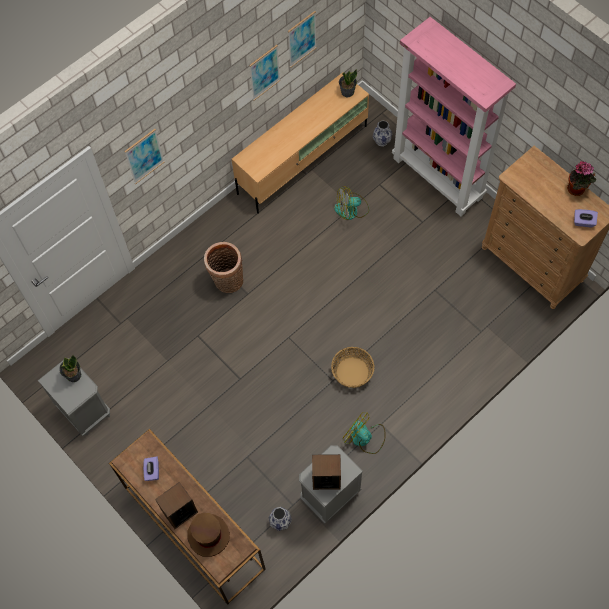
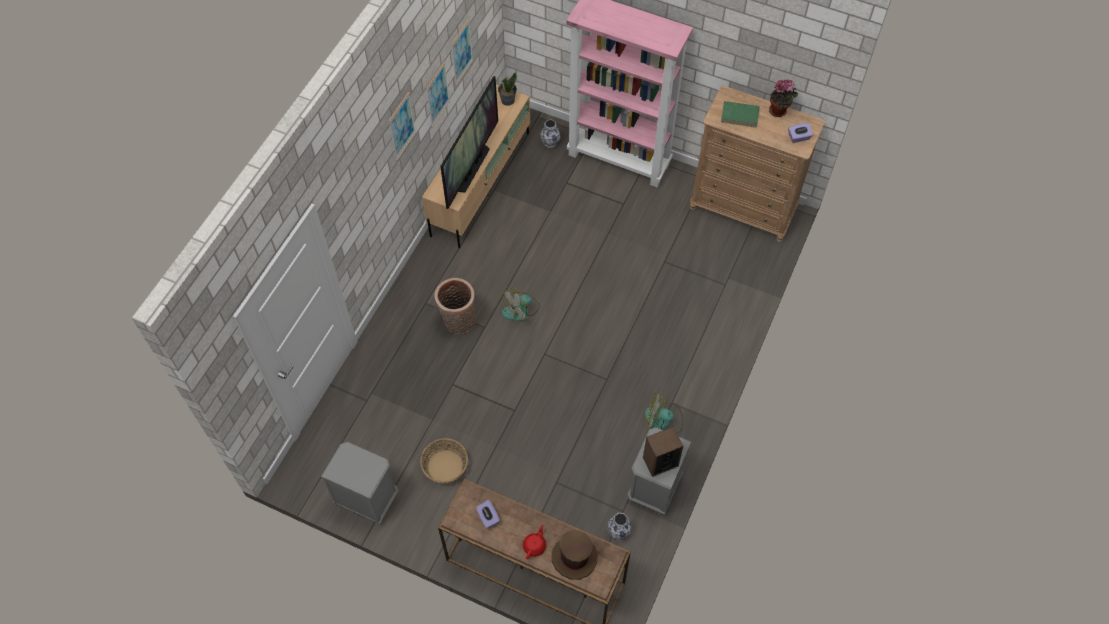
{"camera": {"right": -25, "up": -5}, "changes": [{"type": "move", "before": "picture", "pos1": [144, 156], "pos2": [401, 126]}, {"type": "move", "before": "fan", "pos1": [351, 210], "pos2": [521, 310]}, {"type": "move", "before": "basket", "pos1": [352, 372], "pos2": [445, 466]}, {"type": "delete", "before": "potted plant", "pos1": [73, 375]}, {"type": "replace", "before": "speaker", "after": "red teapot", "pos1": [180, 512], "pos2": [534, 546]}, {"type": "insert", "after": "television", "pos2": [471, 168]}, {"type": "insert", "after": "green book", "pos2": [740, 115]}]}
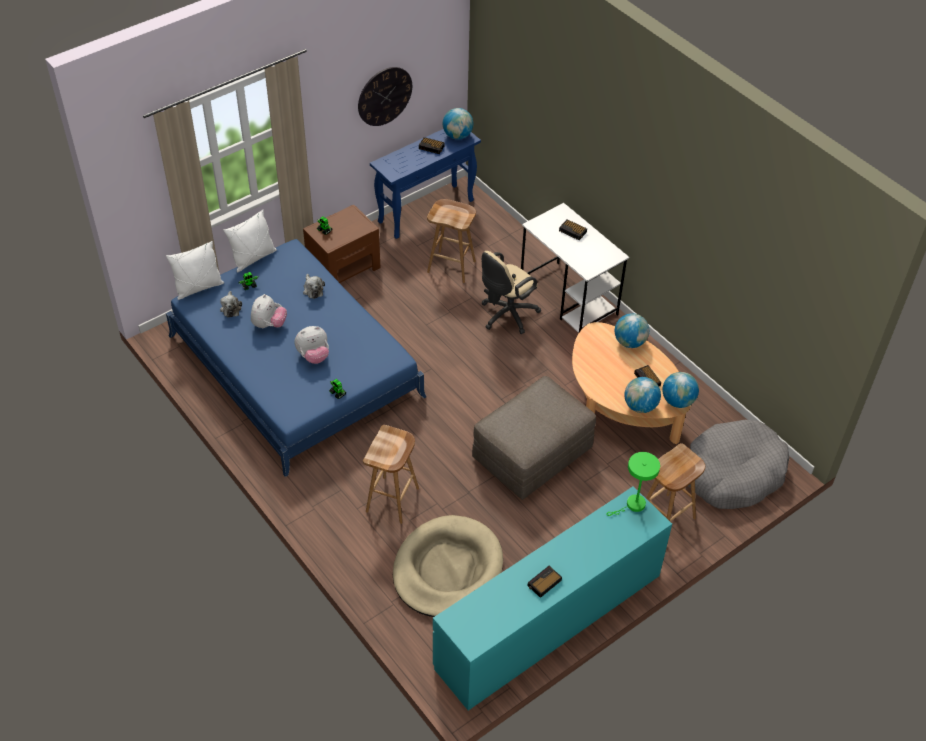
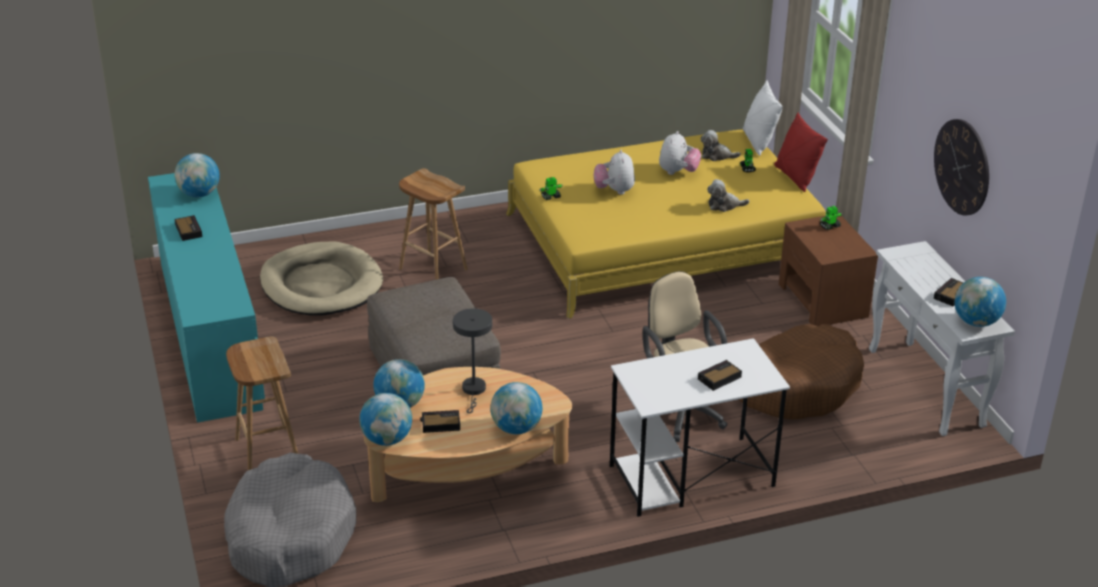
{"camera": {"right": 110, "up": -15}, "changes": [{"type": "recolor", "before": "blue console table", "after": "white console table", "pos1": [426, 211], "pos2": [926, 388]}, {"type": "replace", "before": "brown stool", "after": "brown dog bed", "pos1": [452, 266], "pos2": [797, 386]}, {"type": "recolor", "before": "white pillow", "after": "red pillow", "pos1": [253, 258], "pos2": [795, 177]}, {"type": "recolor", "before": "blue bed", "after": "yellow bed", "pos1": [295, 366], "pos2": [662, 242]}, {"type": "rotate", "before": "plush toy", "pos1": [269, 324], "pos2": [678, 172], "turn": -105}, {"type": "delete", "before": "green table lamp", "pos1": [633, 505]}, {"type": "insert", "after": "globe", "pos2": [199, 194]}, {"type": "insert", "after": "grey table lamp", "pos2": [474, 391]}]}
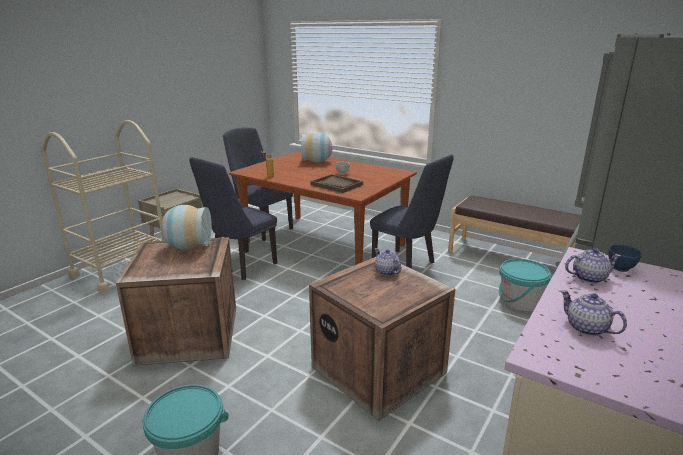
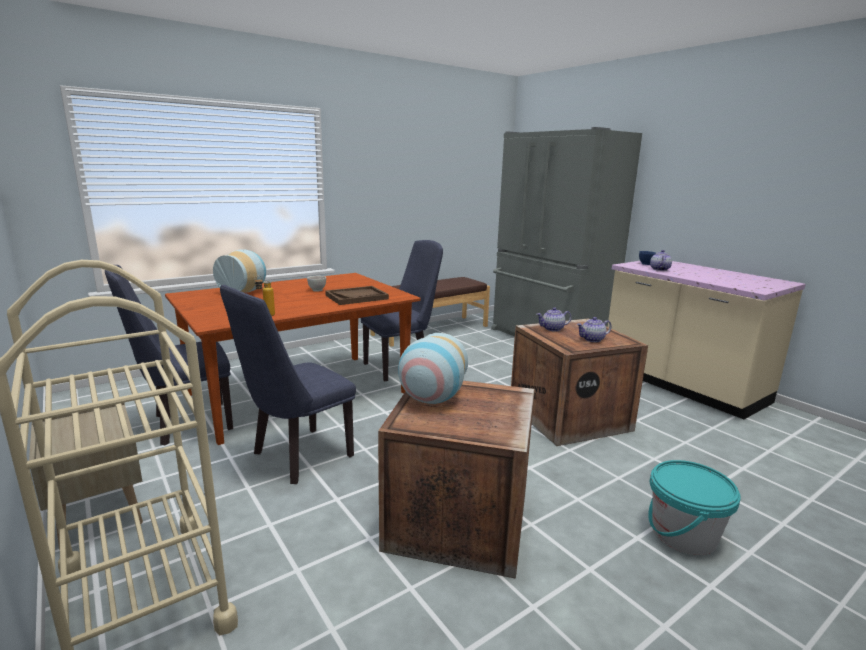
{"camera": {"right": -70, "up": -5}, "changes": [{"type": "rotate", "before": "blue chair", "pos1": [240, 266], "pos2": [296, 458], "turn": 75}, {"type": "delete", "before": "turquoise bucket", "pos1": [519, 301]}, {"type": "move", "before": "teapot", "pos1": [586, 328], "pos2": [592, 339]}]}
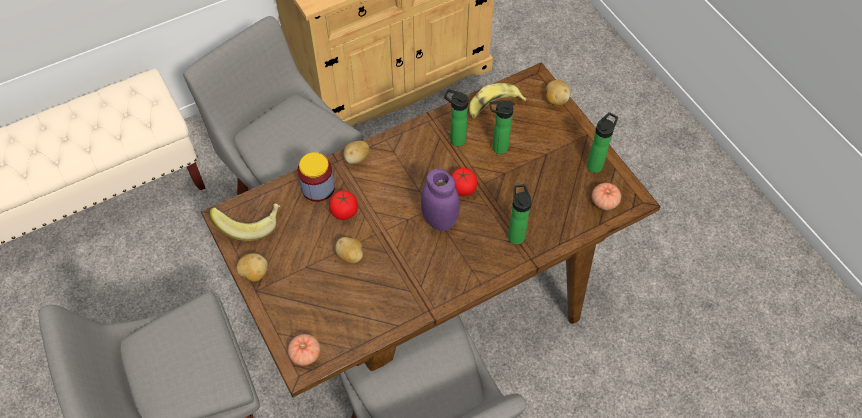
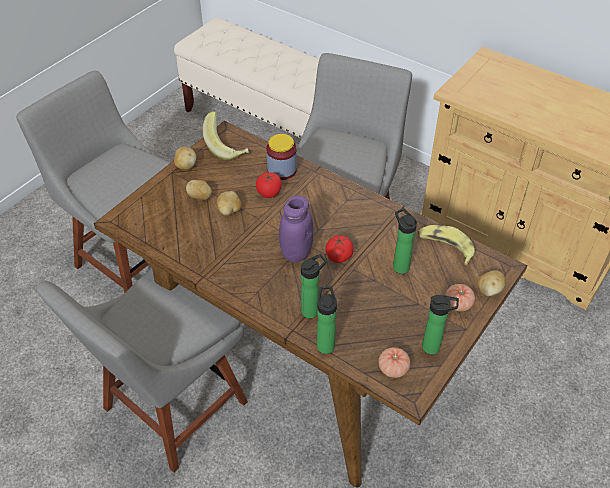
{"camera": {"right": 65, "up": -10}, "changes": [{"type": "move", "before": "bottle", "pos1": [455, 139], "pos2": [325, 344]}, {"type": "move", "before": "potato", "pos1": [356, 158], "pos2": [200, 197]}, {"type": "move", "before": "tomato", "pos1": [305, 354], "pos2": [458, 304]}]}
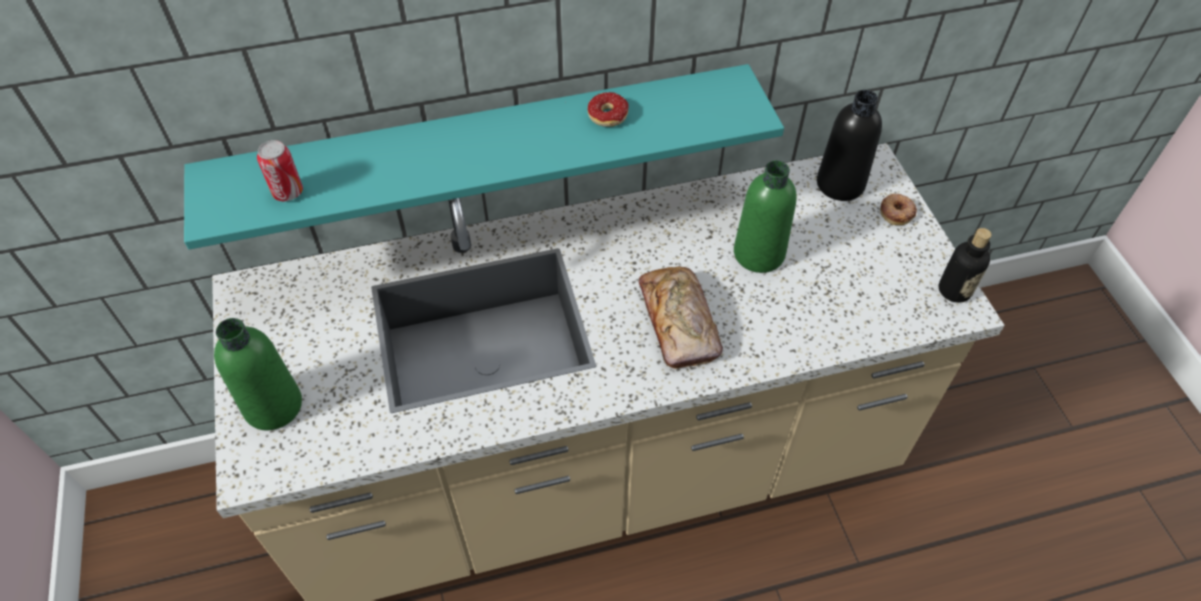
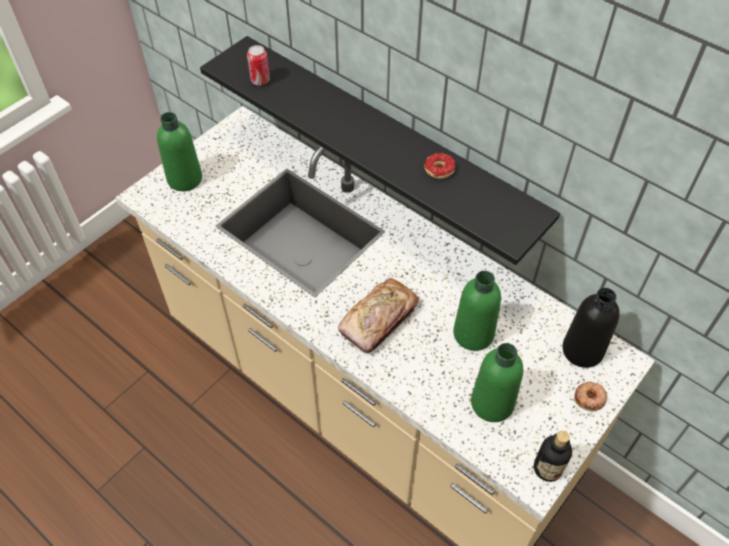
{"camera": {"right": 55, "up": 0}, "changes": [{"type": "recolor", "before": "turquoise shelf", "after": "black shelf", "pos1": [485, 151], "pos2": [387, 143]}, {"type": "insert", "after": "green bottle", "pos2": [492, 403]}]}
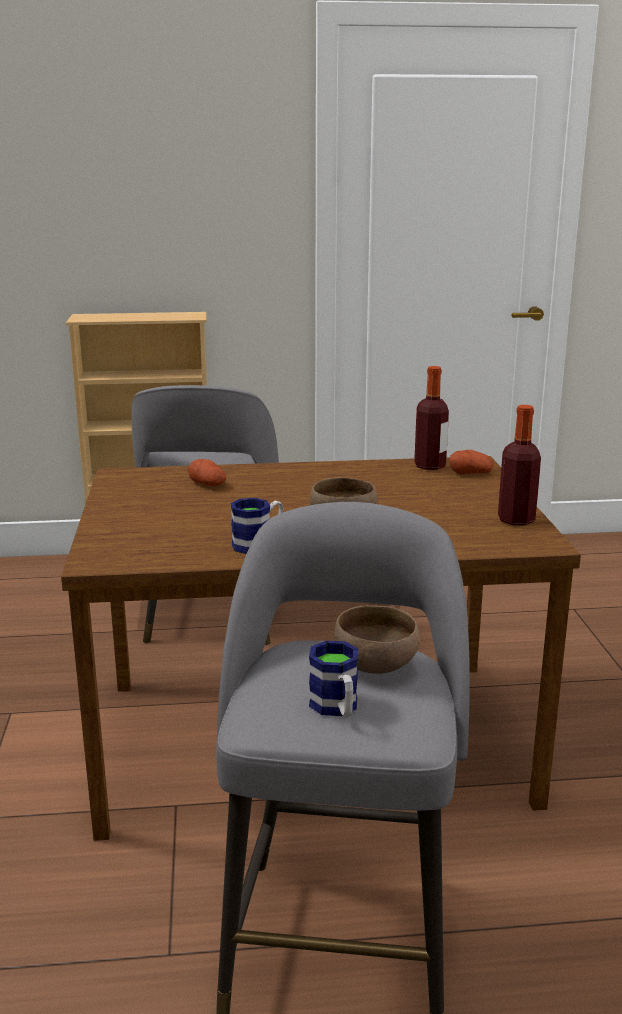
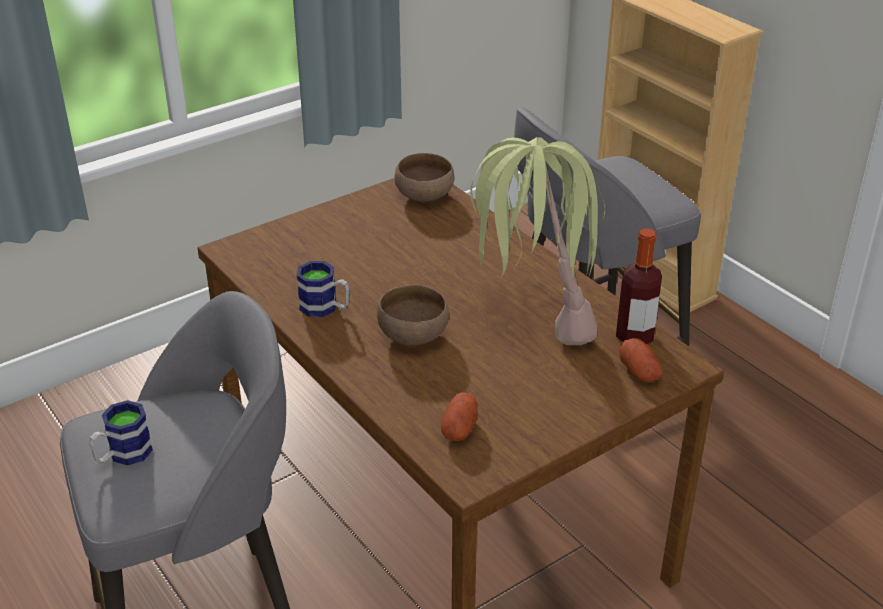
{"camera": {"right": 60, "up": 15}, "changes": [{"type": "delete", "before": "bottle", "pos1": [516, 520]}, {"type": "move", "before": "potato", "pos1": [207, 484], "pos2": [459, 428]}, {"type": "move", "before": "brown bowl", "pos1": [377, 665], "pos2": [425, 196]}, {"type": "insert", "after": "potted plant", "pos2": [531, 325]}]}
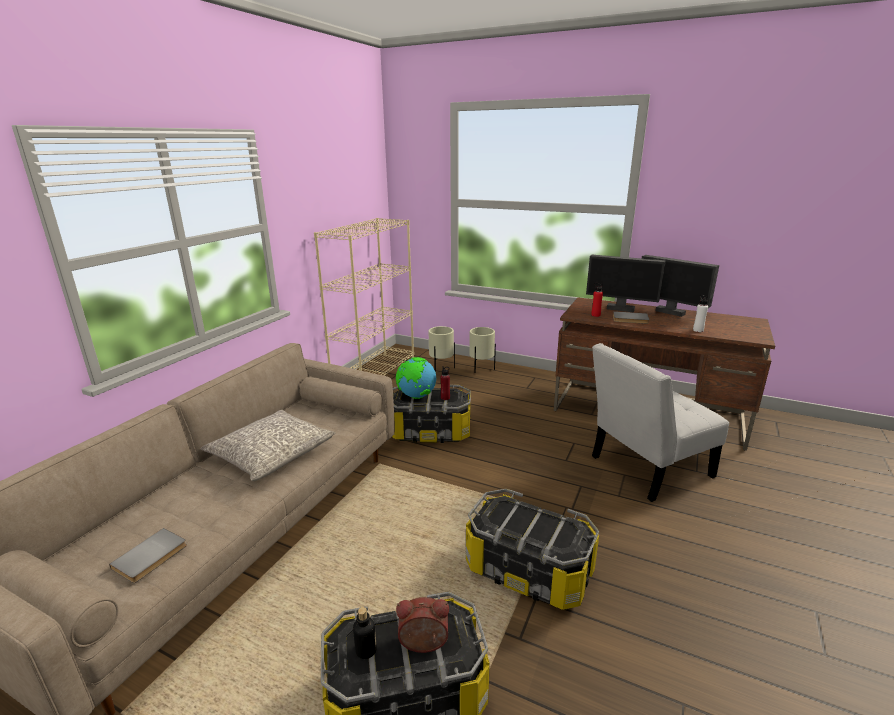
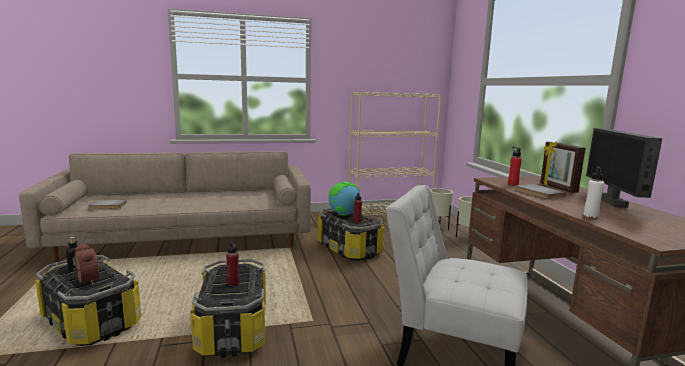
{"camera": {"right": 50, "up": -10}, "changes": [{"type": "replace", "before": "monitor", "after": "picture frame", "pos1": [620, 309], "pos2": [557, 188]}, {"type": "delete", "before": "grey pillow", "pos1": [272, 454]}, {"type": "insert", "after": "red bottle", "pos2": [233, 283]}]}
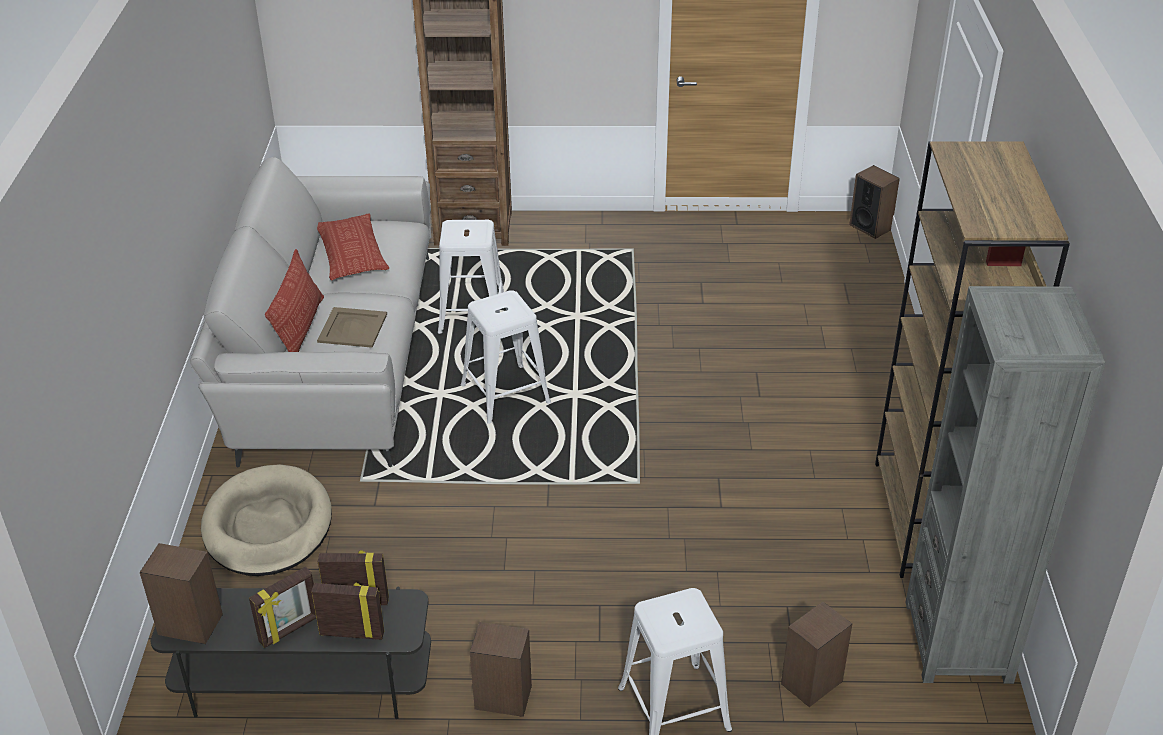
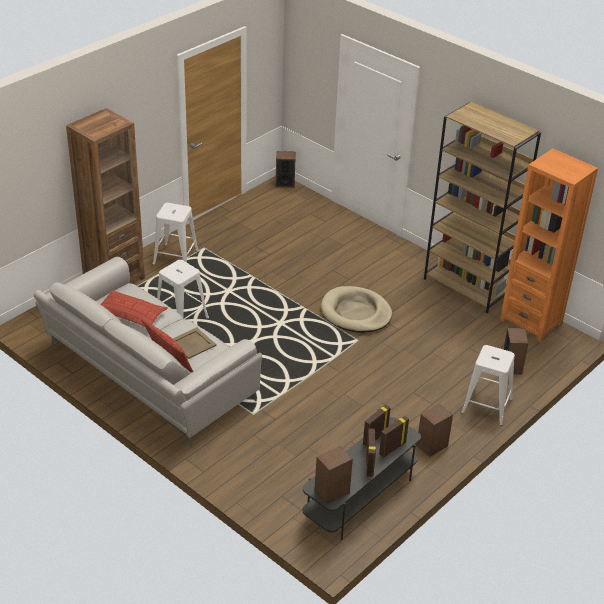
{"camera": {"right": -50, "up": 0}, "changes": [{"type": "recolor", "before": "grey bookcase", "after": "orange bookcase", "pos1": [958, 641], "pos2": [531, 321]}, {"type": "move", "before": "white stool", "pos1": [505, 394], "pos2": [176, 257]}, {"type": "move", "before": "beige dog bed", "pos1": [268, 526], "pos2": [356, 313]}]}
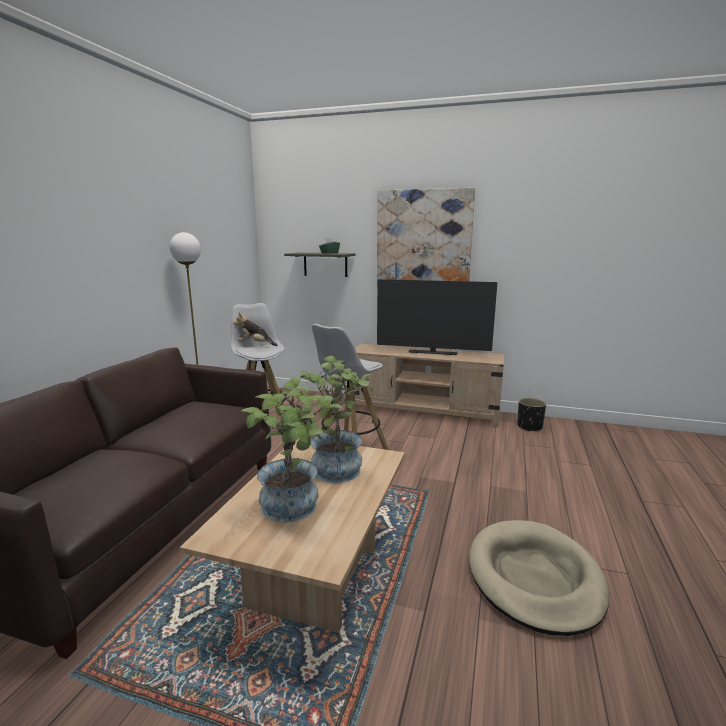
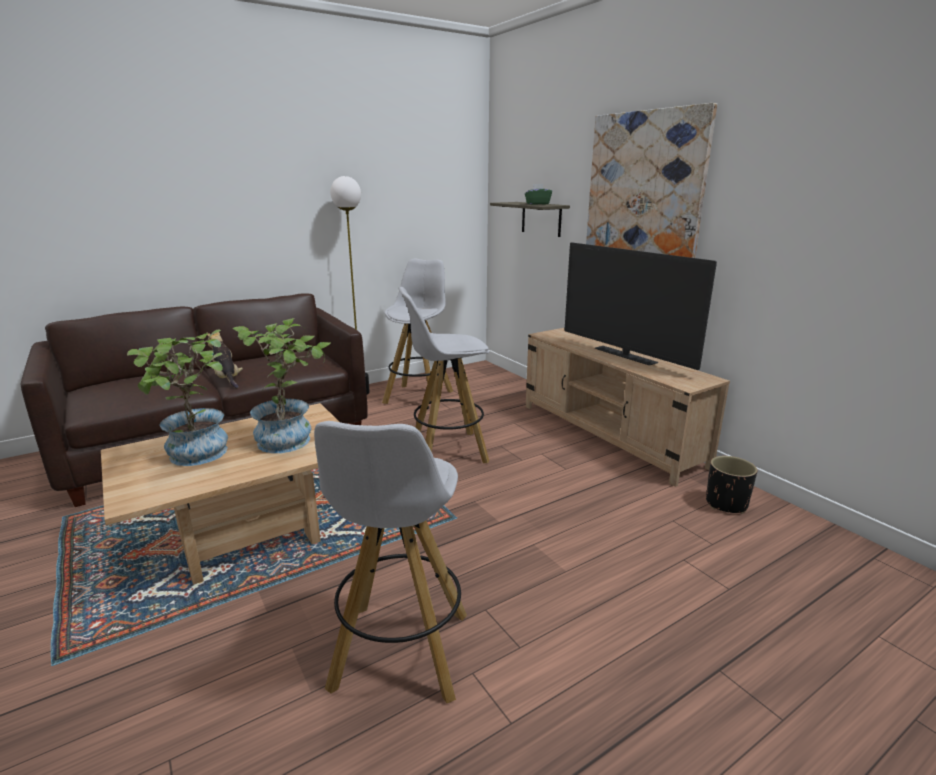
{"camera": {"right": 40, "up": 5}, "changes": [{"type": "move", "before": "plush toy", "pos1": [255, 345], "pos2": [227, 379]}, {"type": "replace", "before": "beige dog bed", "after": "white stool", "pos1": [534, 578], "pos2": [400, 653]}]}
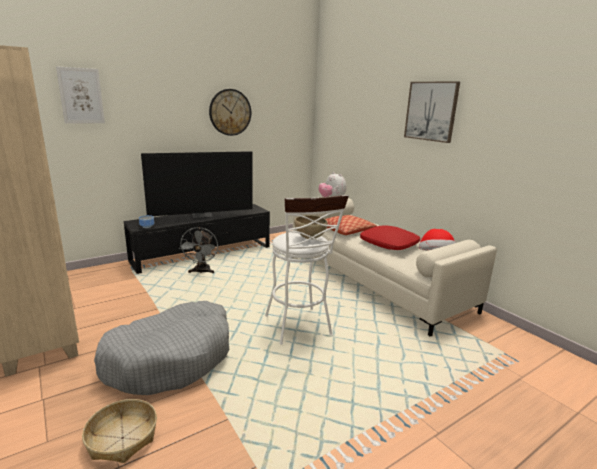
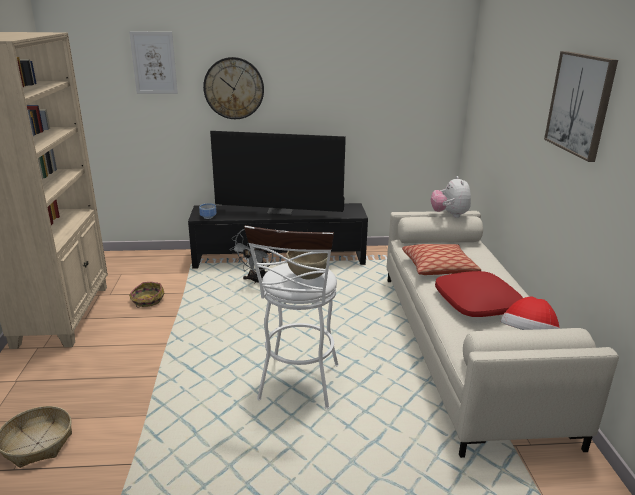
{"camera": {"right": 30, "up": 5}, "changes": [{"type": "move", "before": "wall clock", "pos1": [230, 112], "pos2": [234, 88]}, {"type": "delete", "before": "grey dog bed", "pos1": [171, 358]}, {"type": "insert", "after": "basket", "pos2": [147, 300]}]}
